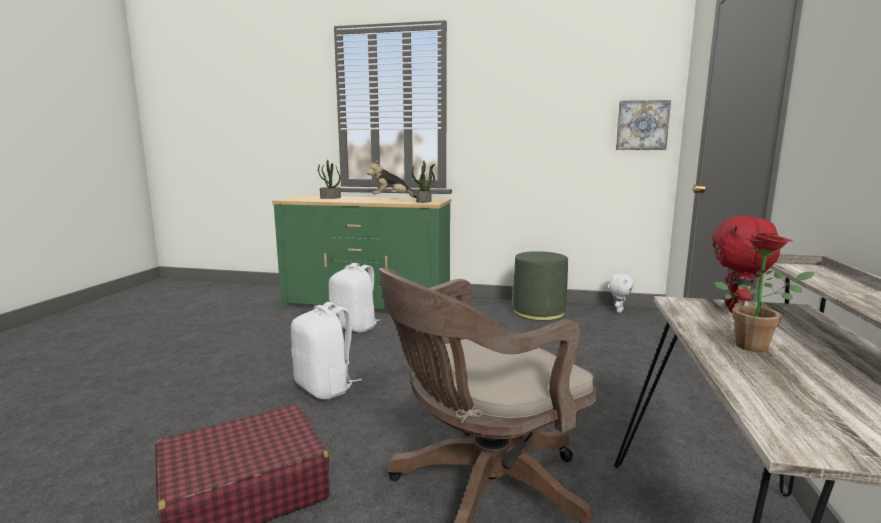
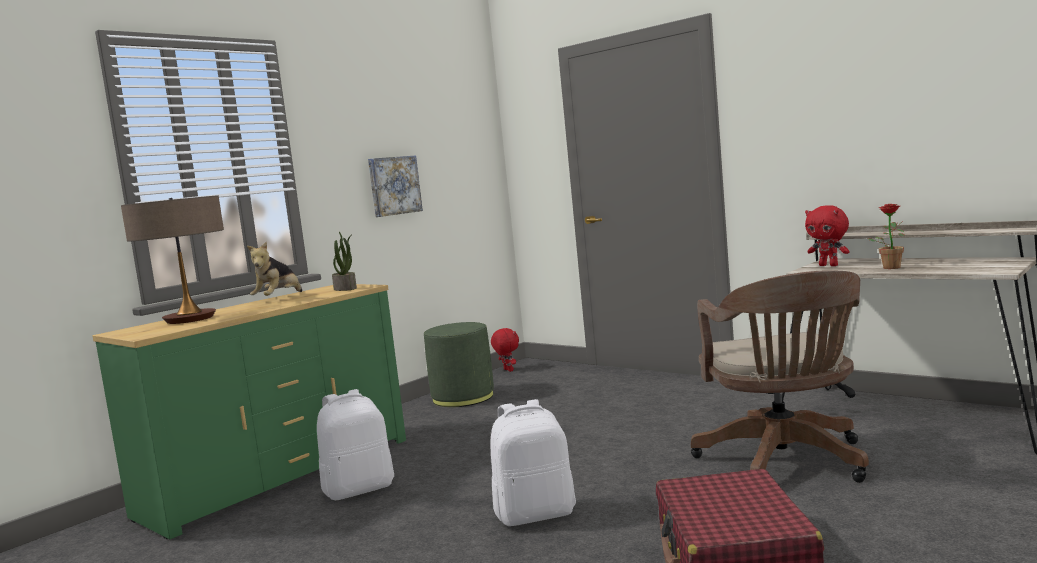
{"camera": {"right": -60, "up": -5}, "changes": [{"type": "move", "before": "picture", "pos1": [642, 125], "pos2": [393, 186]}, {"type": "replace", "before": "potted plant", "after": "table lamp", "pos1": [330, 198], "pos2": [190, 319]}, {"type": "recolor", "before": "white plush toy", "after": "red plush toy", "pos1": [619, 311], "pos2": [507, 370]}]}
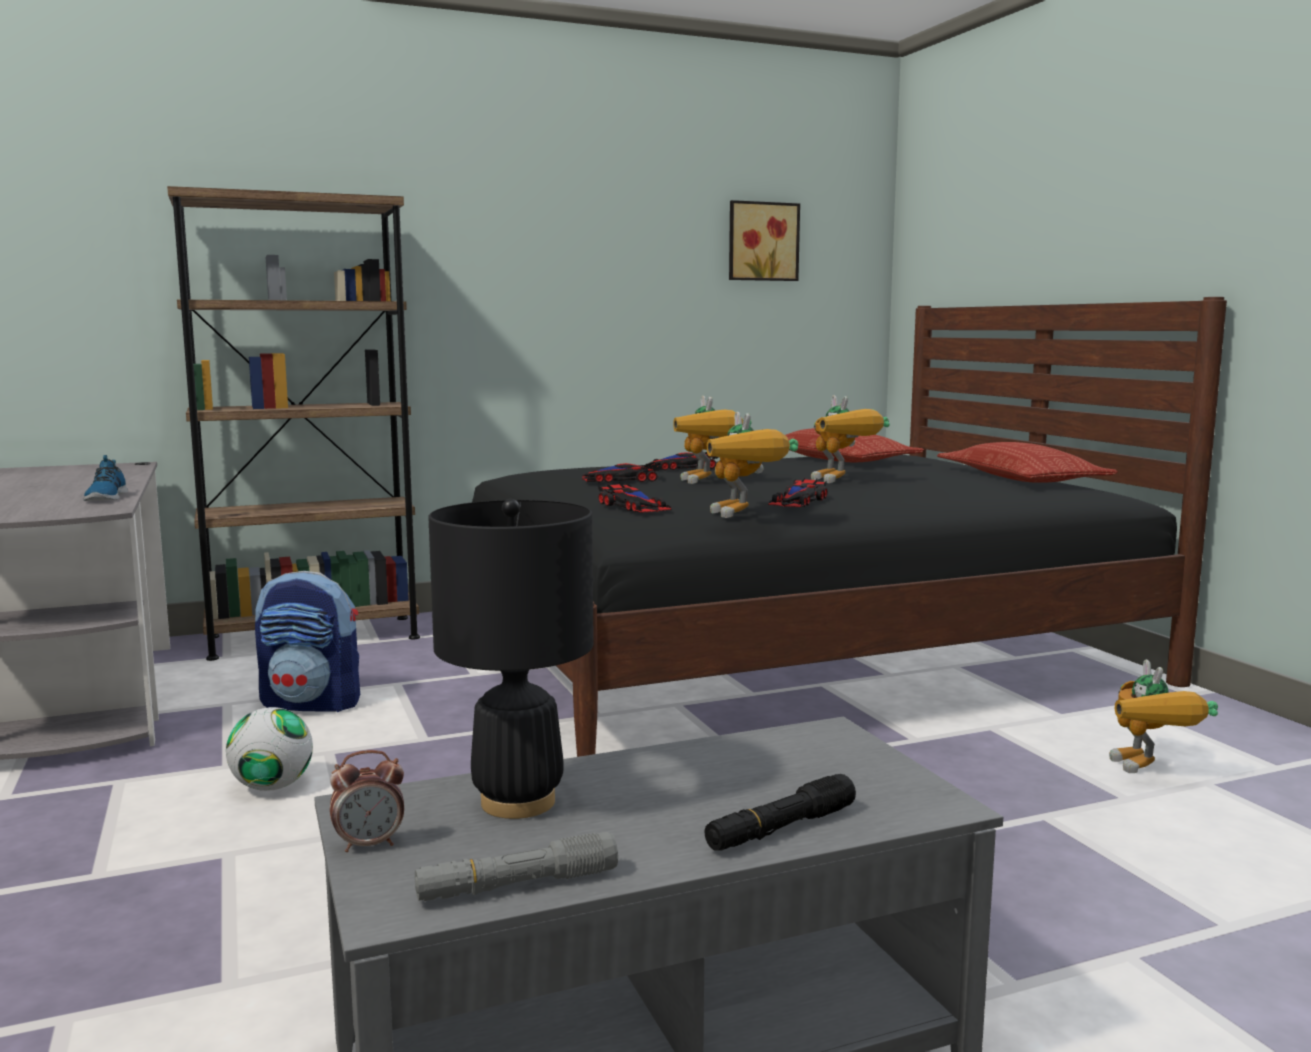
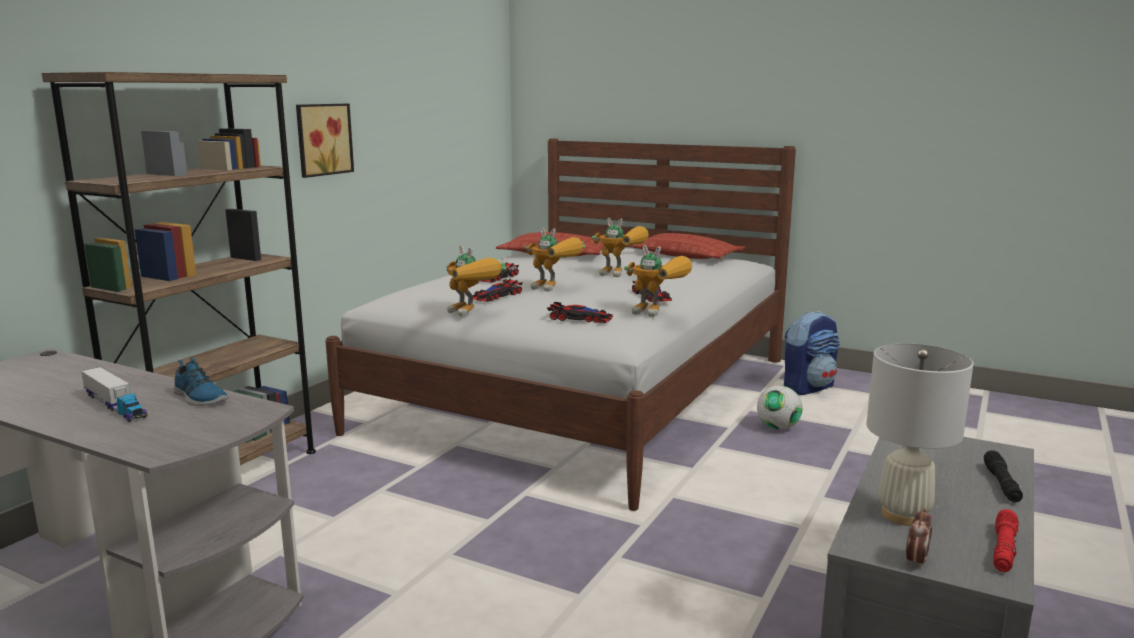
{"camera": {"right": -40, "up": 5}, "changes": [{"type": "move", "before": "picture", "pos1": [762, 241], "pos2": [322, 139]}, {"type": "recolor", "before": "black bed", "after": "white bed", "pos1": [793, 655], "pos2": [583, 393]}, {"type": "recolor", "before": "black table lamp", "after": "white table lamp", "pos1": [517, 802], "pos2": [903, 515]}, {"type": "move", "before": "backpack", "pos1": [313, 703], "pos2": [808, 387]}, {"type": "move", "before": "toy robot", "pos1": [1149, 772], "pos2": [472, 313]}, {"type": "move", "before": "football", "pos1": [272, 787], "pos2": [778, 427]}, {"type": "recolor", "before": "grey flashlight", "after": "red flashlight", "pos1": [517, 885], "pos2": [1003, 549]}, {"type": "insert", "after": "toy truck", "pos2": [115, 406]}]}
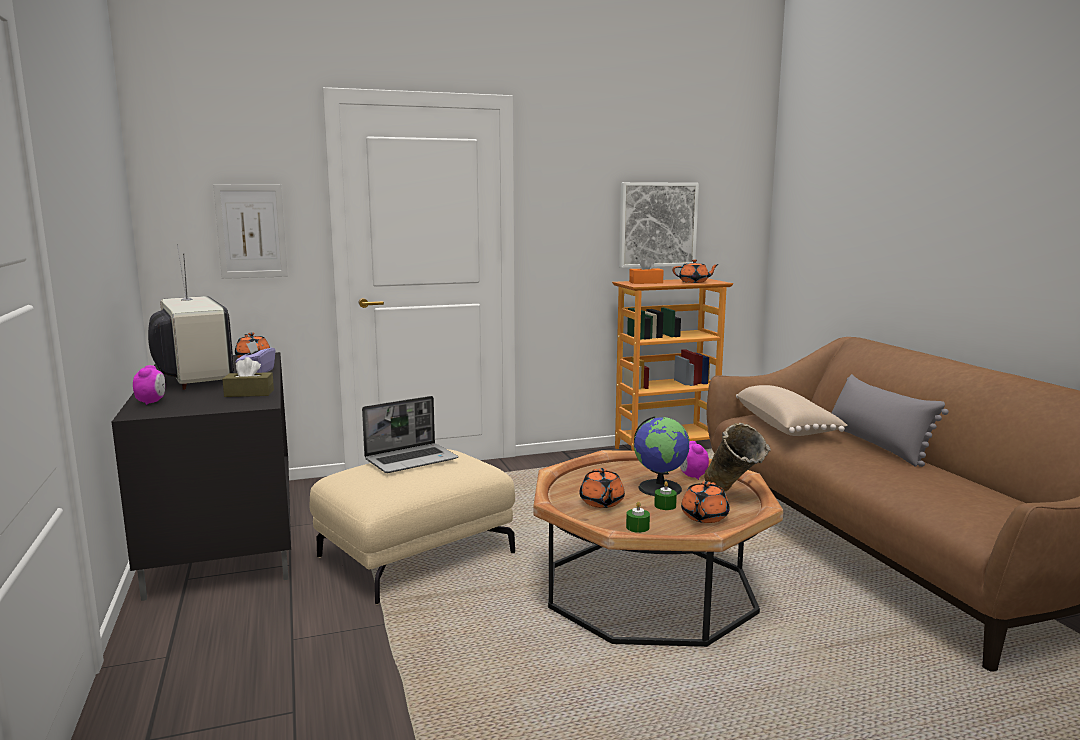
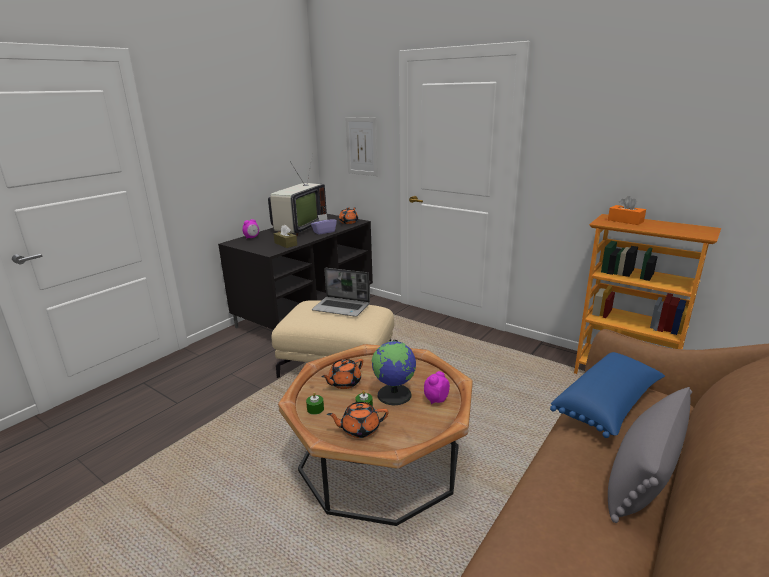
{"camera": {"right": 55, "up": 10}, "changes": [{"type": "delete", "before": "picture", "pos1": [657, 224]}, {"type": "delete", "before": "orange teapot", "pos1": [694, 282]}, {"type": "recolor", "before": "beige pillow", "after": "blue pillow", "pos1": [786, 426], "pos2": [608, 405]}, {"type": "delete", "before": "beige vase", "pos1": [733, 496]}]}
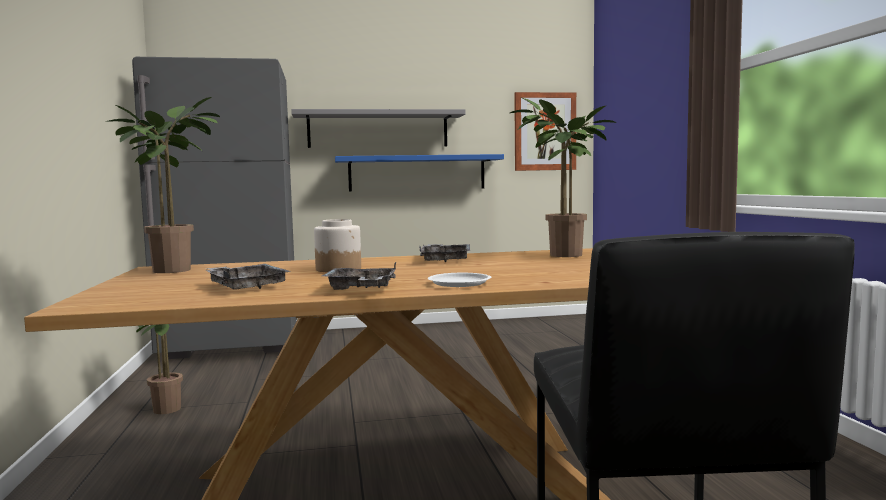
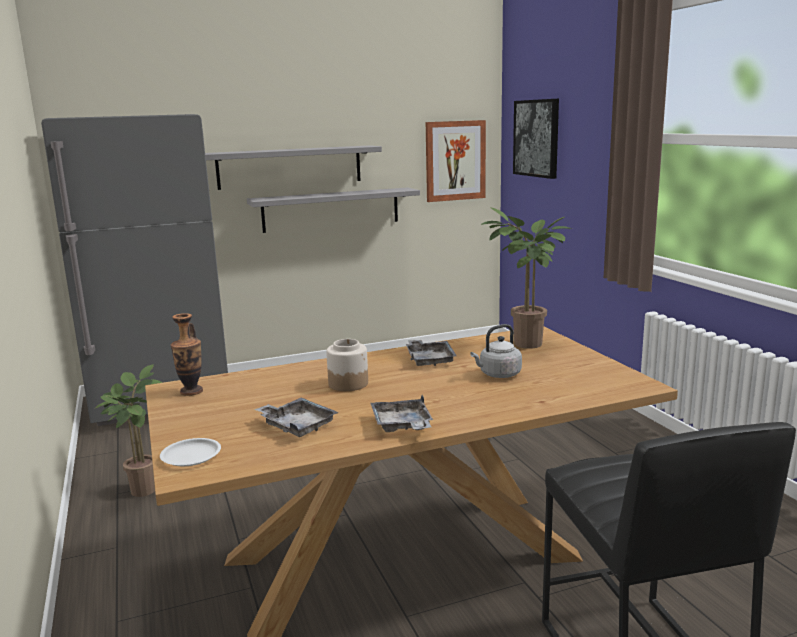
{"camera": {"right": -10, "up": 10}, "changes": [{"type": "replace", "before": "potted plant", "after": "vase", "pos1": [174, 269], "pos2": [191, 391]}, {"type": "recolor", "before": "blue shelf", "after": "grey shelf", "pos1": [417, 173], "pos2": [331, 209]}, {"type": "move", "before": "white plate", "pos1": [460, 283], "pos2": [191, 456]}, {"type": "insert", "after": "picture", "pos2": [536, 138]}, {"type": "insert", "after": "grey kettle", "pos2": [498, 375]}]}
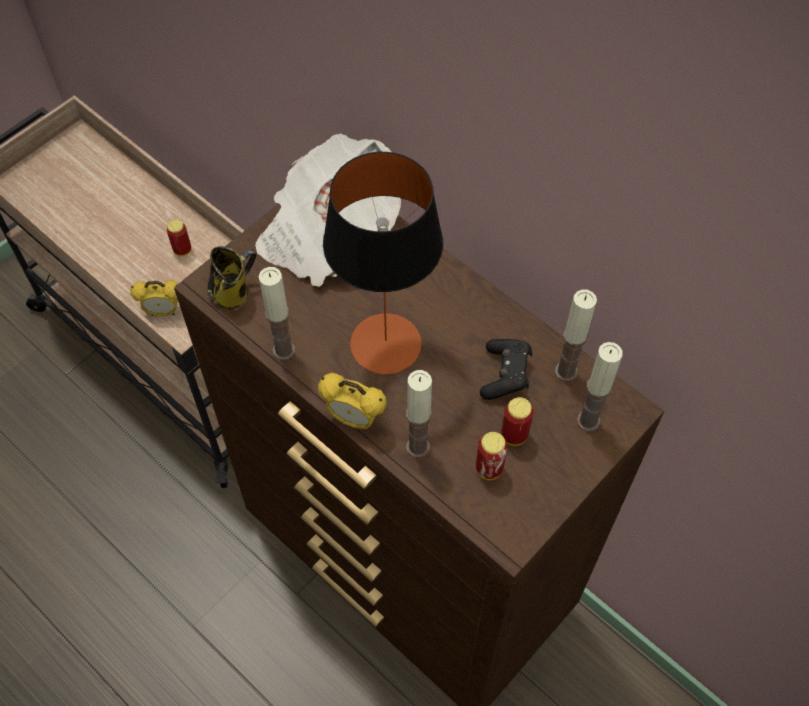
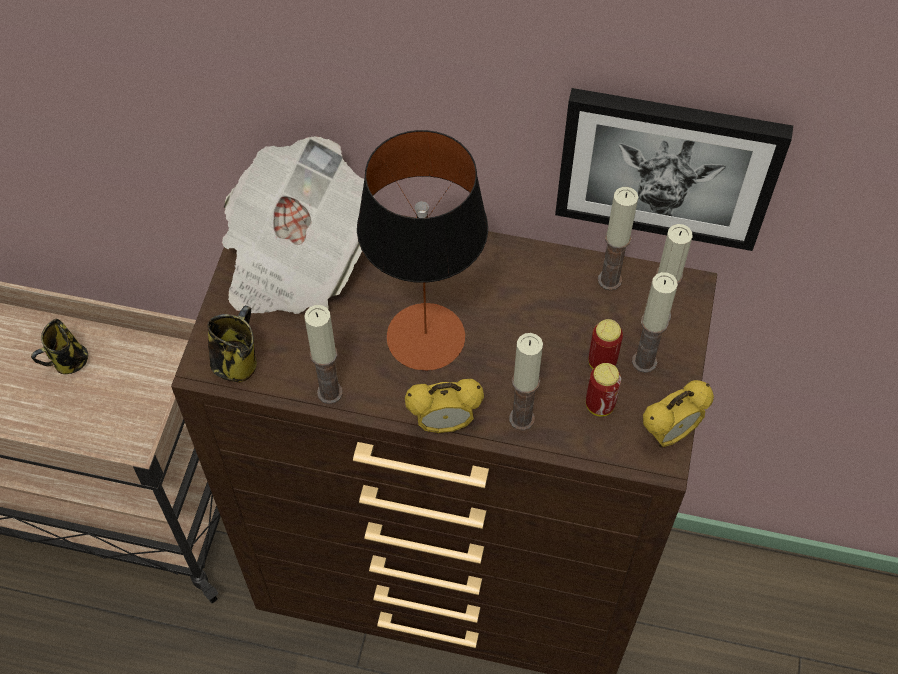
{"camera": {"right": -30, "up": 0}, "changes": [{"type": "replace", "before": "can", "after": "mug", "pos1": [182, 250], "pos2": [68, 362]}, {"type": "move", "before": "alarm clock", "pos1": [163, 311], "pos2": [669, 434]}, {"type": "delete", "before": "black game controller", "pos1": [505, 375]}, {"type": "insert", "after": "picture", "pos2": [667, 166]}, {"type": "insert", "after": "candle", "pos2": [644, 362]}]}
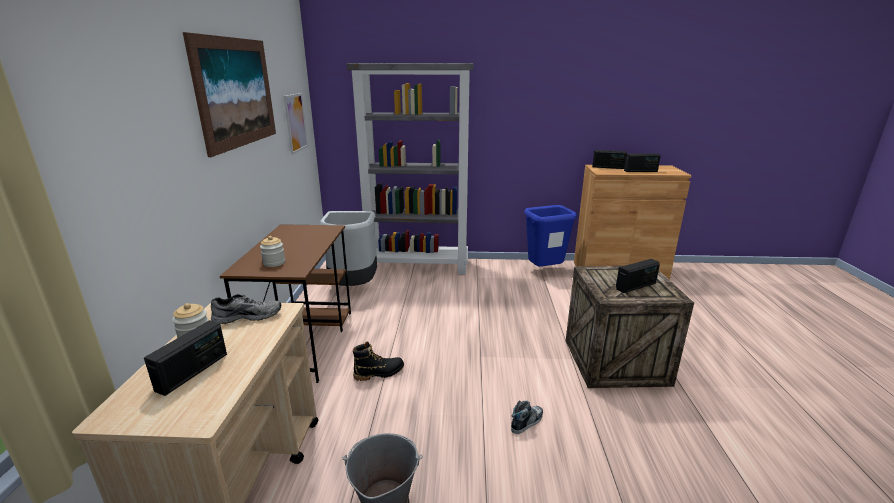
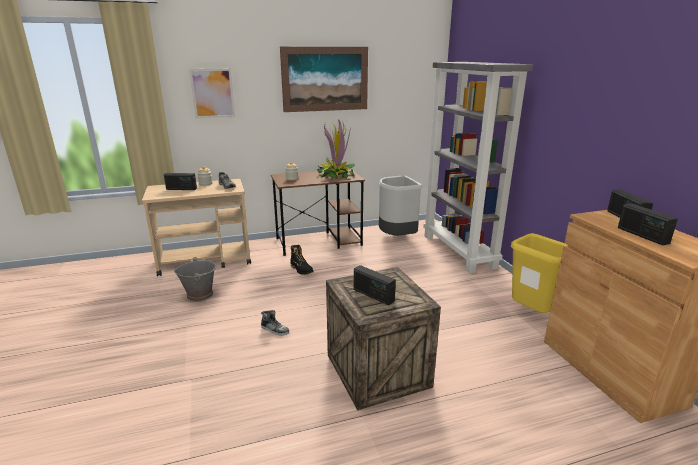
{"camera": {"right": 70, "up": 0}, "changes": [{"type": "move", "before": "picture", "pos1": [296, 123], "pos2": [213, 93]}, {"type": "recolor", "before": "blue trash can", "after": "yellow trash can", "pos1": [545, 271], "pos2": [532, 314]}, {"type": "insert", "after": "potted plant", "pos2": [336, 175]}]}
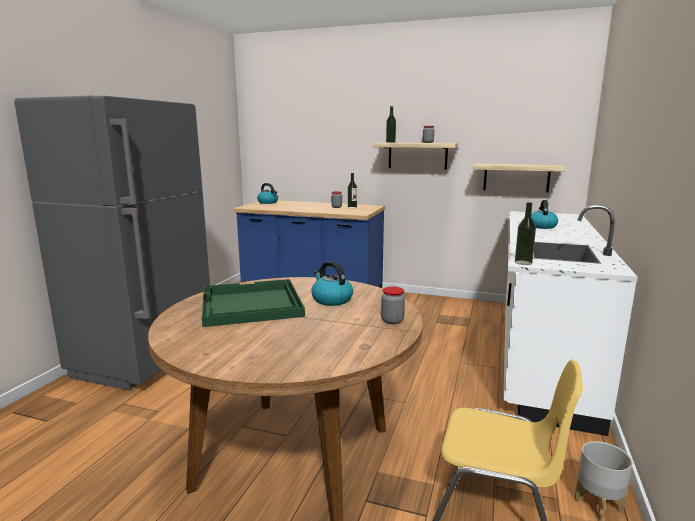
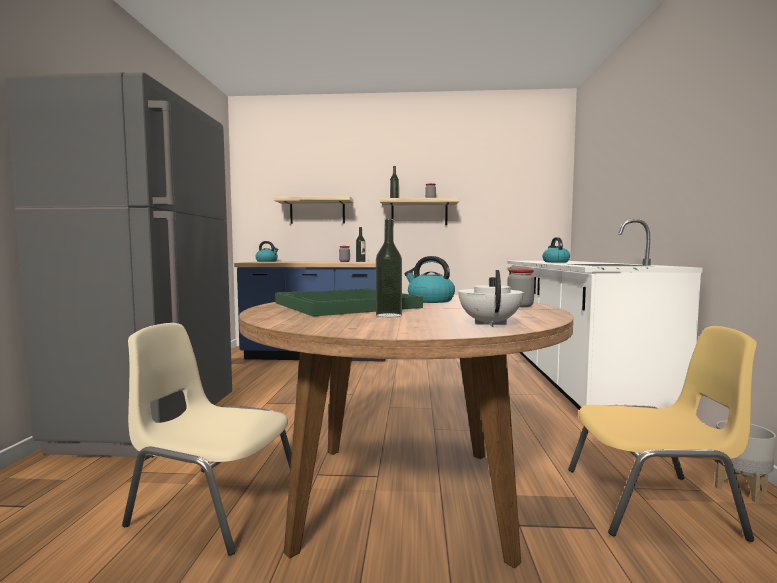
{"camera": {"right": -15, "up": -10}, "changes": [{"type": "move", "before": "shelf", "pos1": [516, 177], "pos2": [317, 211]}, {"type": "move", "before": "bottle", "pos1": [523, 262], "pos2": [388, 315]}, {"type": "insert", "after": "white teapot", "pos2": [490, 324]}, {"type": "insert", "after": "beige chair", "pos2": [215, 504]}]}
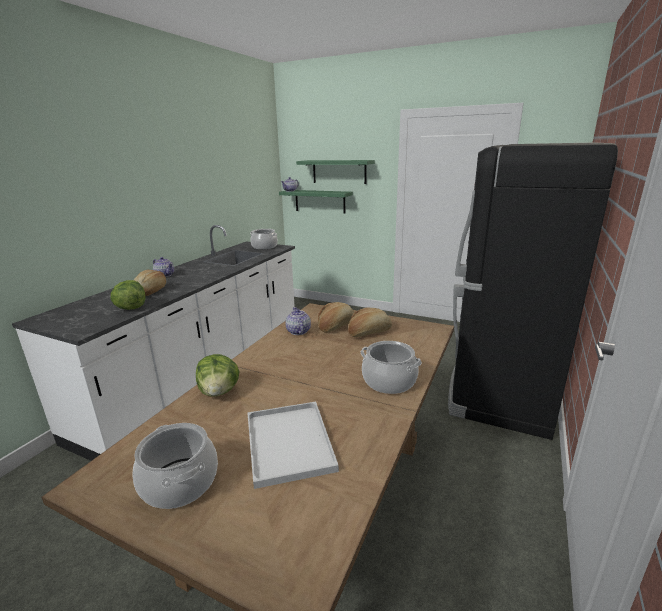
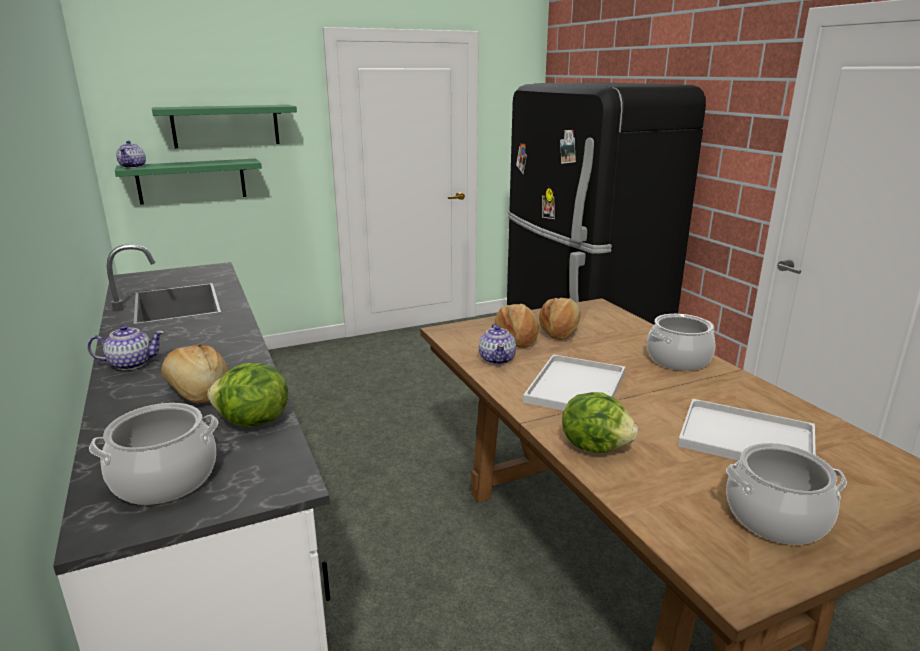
{"camera": {"right": -50, "up": 0}, "changes": [{"type": "move", "before": "cooking pot", "pos1": [264, 247], "pos2": [165, 478]}, {"type": "rotate", "before": "teapot", "pos1": [298, 331], "pos2": [497, 359], "turn": -120}, {"type": "insert", "after": "white tray", "pos2": [575, 386]}]}
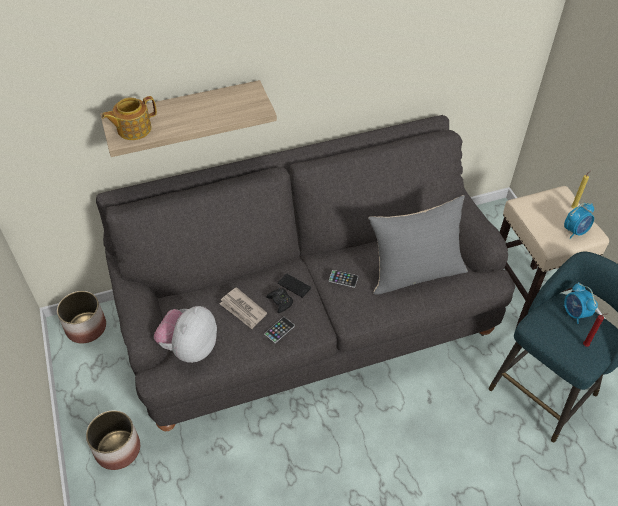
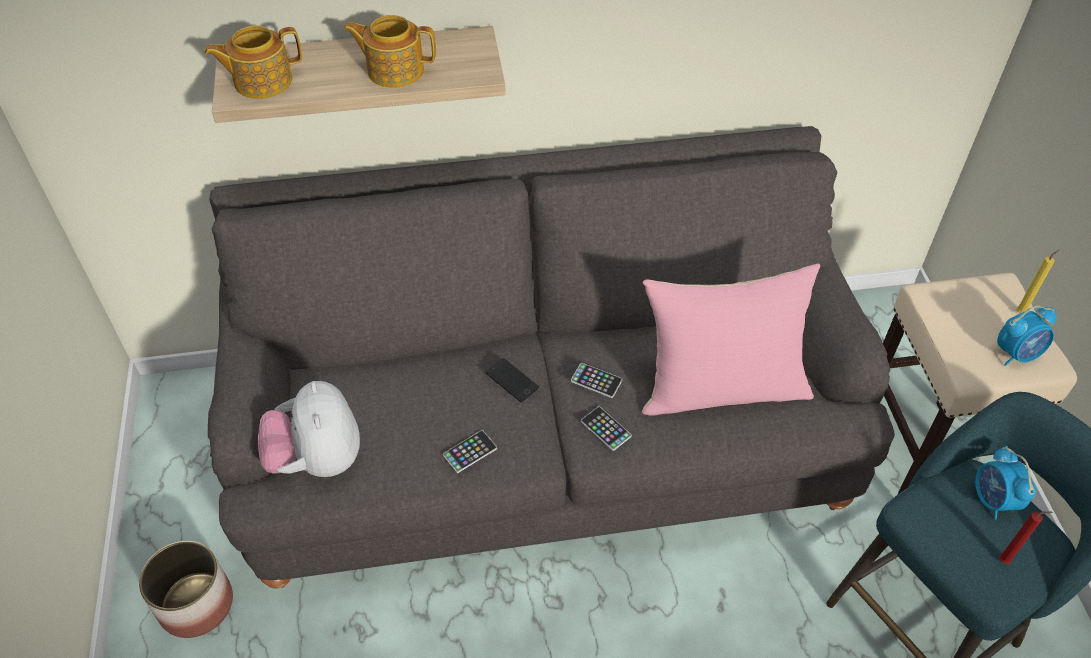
{"camera": {"right": 10, "up": 0}, "changes": [{"type": "recolor", "before": "grey pillow", "after": "pink pillow", "pos1": [415, 273], "pos2": [722, 387]}, {"type": "delete", "before": "newspaper", "pos1": [243, 310]}, {"type": "delete", "before": "black game controller", "pos1": [280, 302]}, {"type": "delete", "before": "planter", "pos1": [86, 327]}, {"type": "rotate", "before": "plush toy", "pos1": [190, 348], "pos2": [317, 459], "turn": -45}, {"type": "insert", "after": "teapot", "pos2": [394, 70]}, {"type": "insert", "after": "phone", "pos2": [605, 429]}]}
